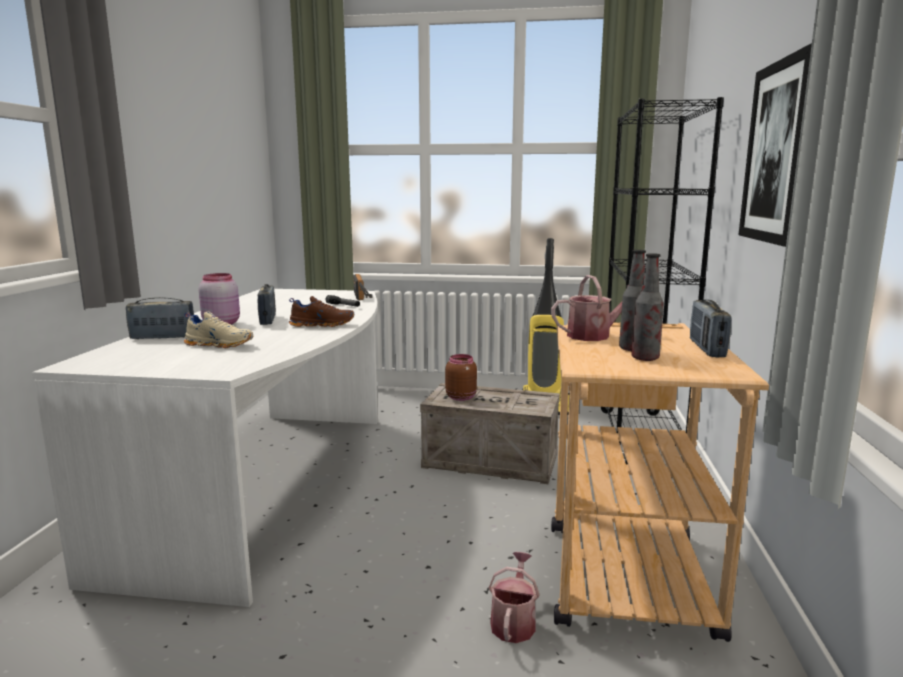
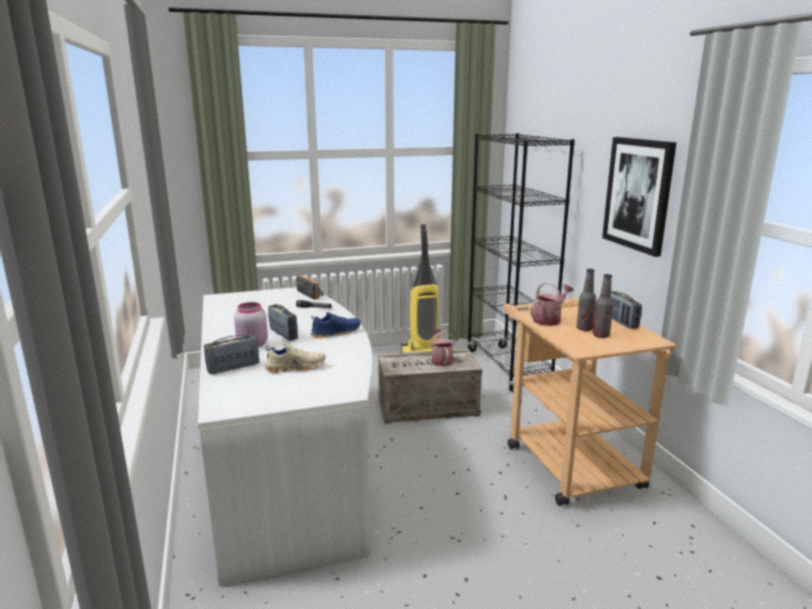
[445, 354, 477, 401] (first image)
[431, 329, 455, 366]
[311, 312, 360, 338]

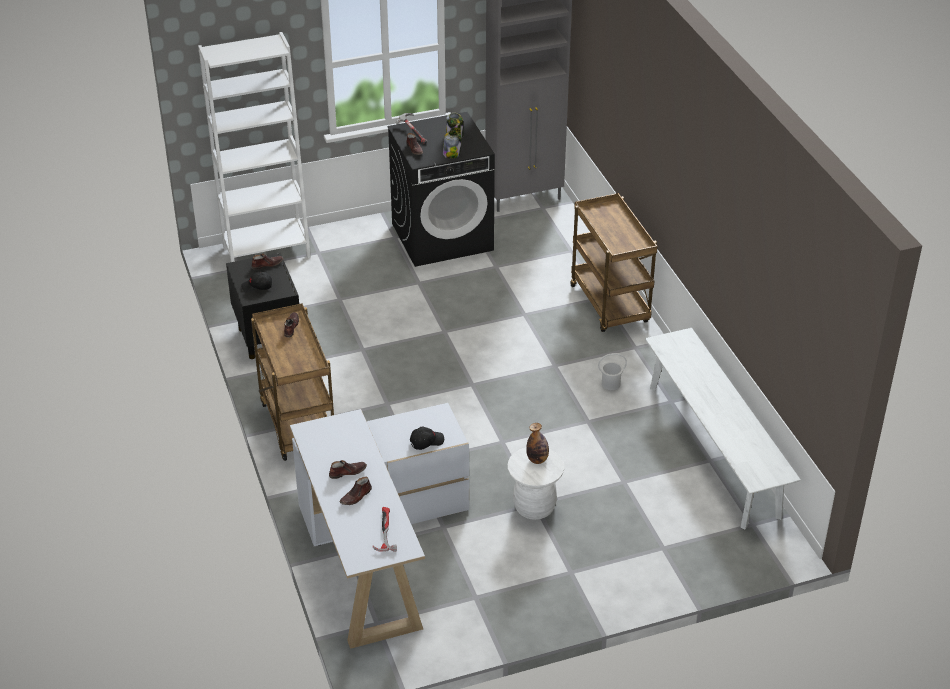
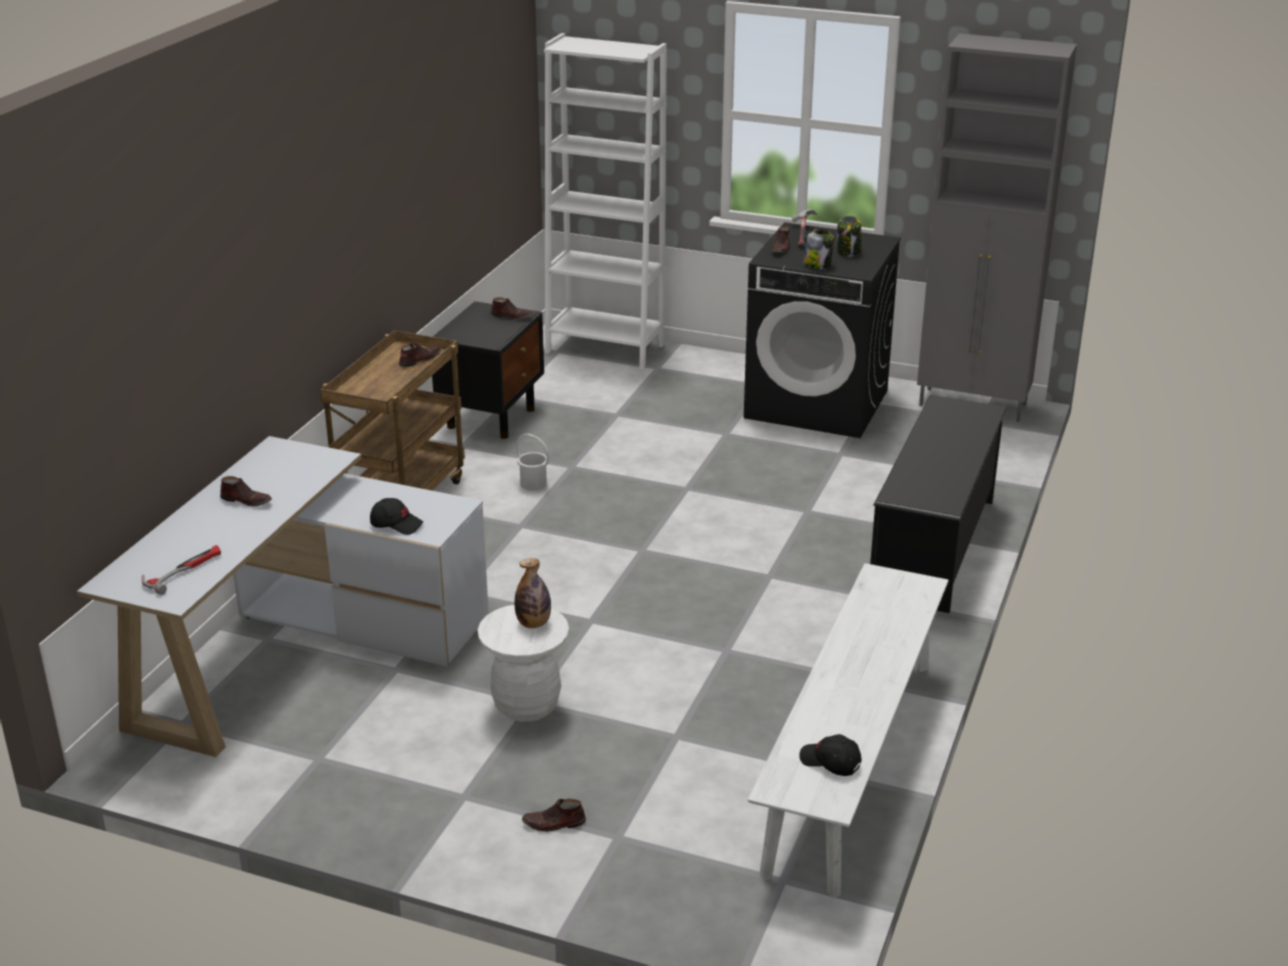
[799, 734, 861, 776]
[522, 798, 586, 832]
[516, 434, 549, 491]
[870, 395, 1007, 613]

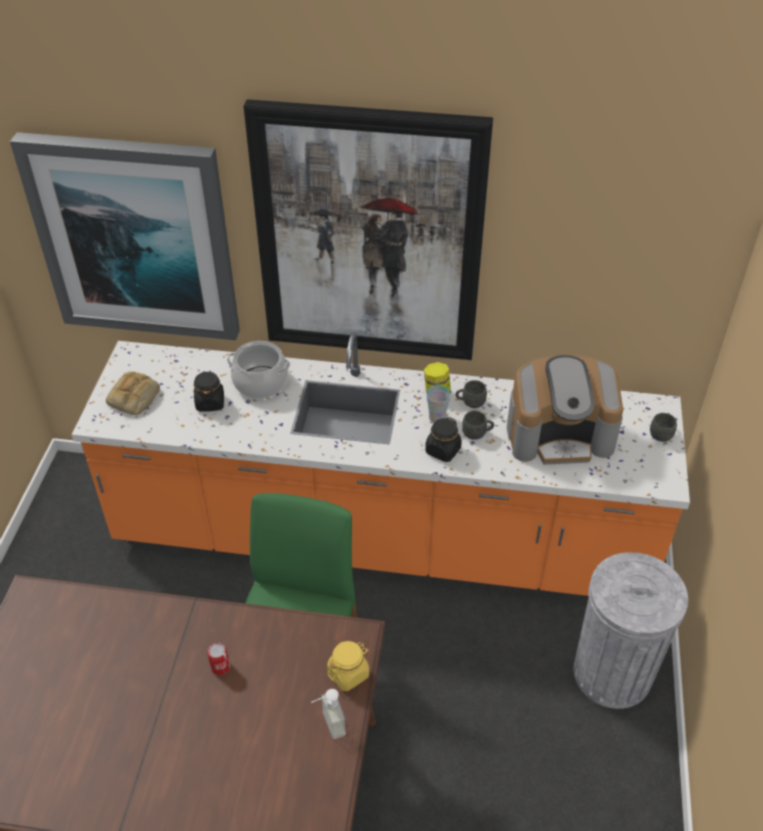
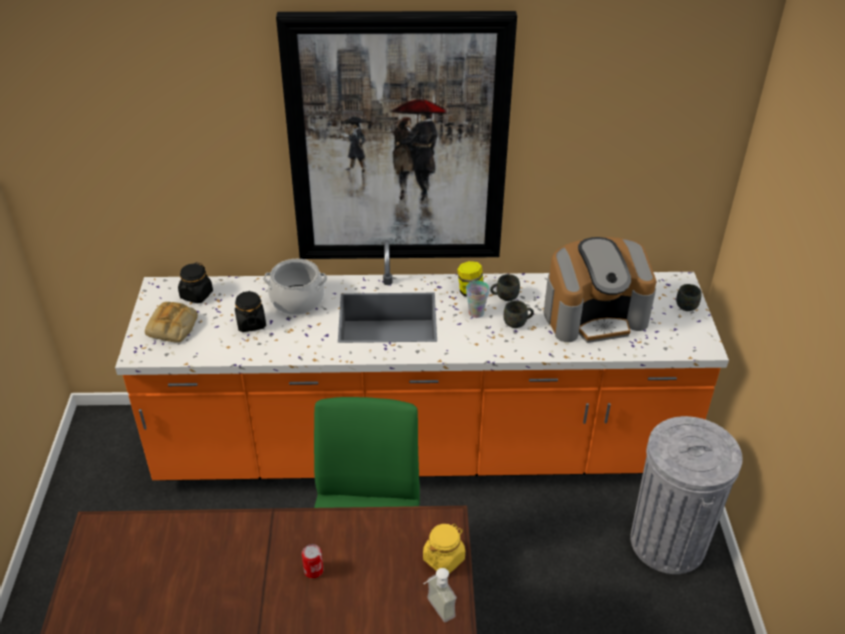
[10, 132, 240, 340] (first image)
[178, 262, 213, 303]

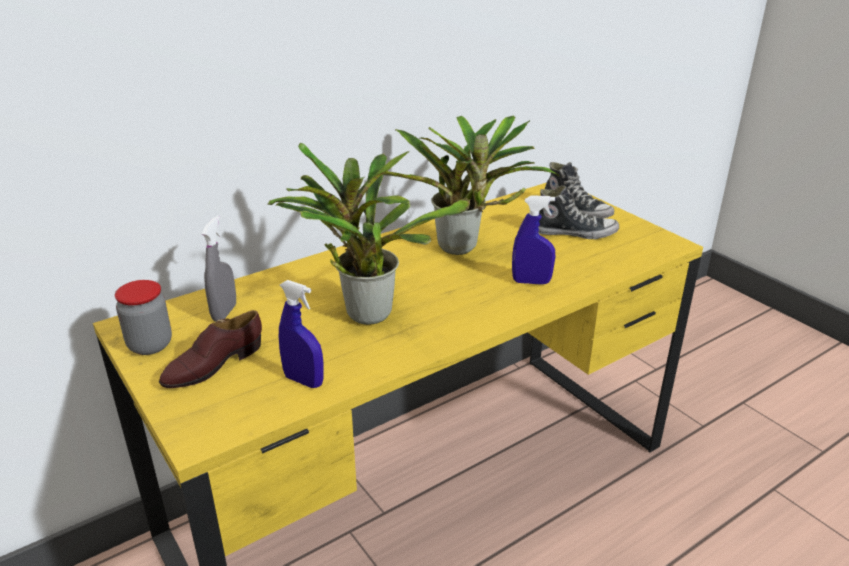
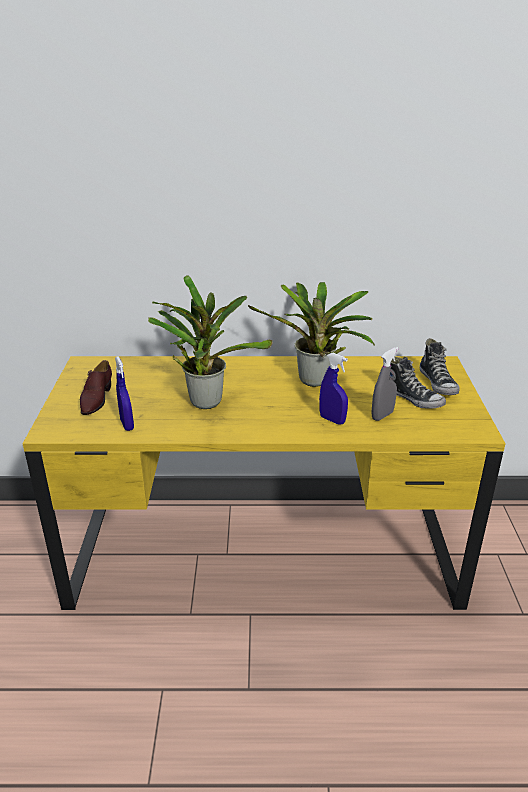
[115, 280, 172, 355] (first image)
[371, 347, 399, 421]
[80, 360, 112, 415]

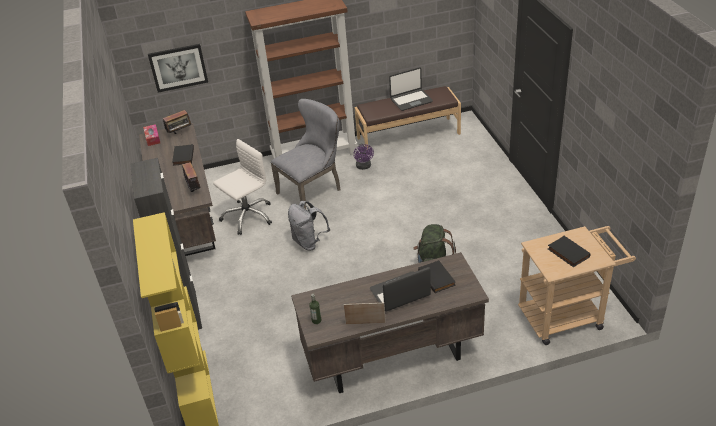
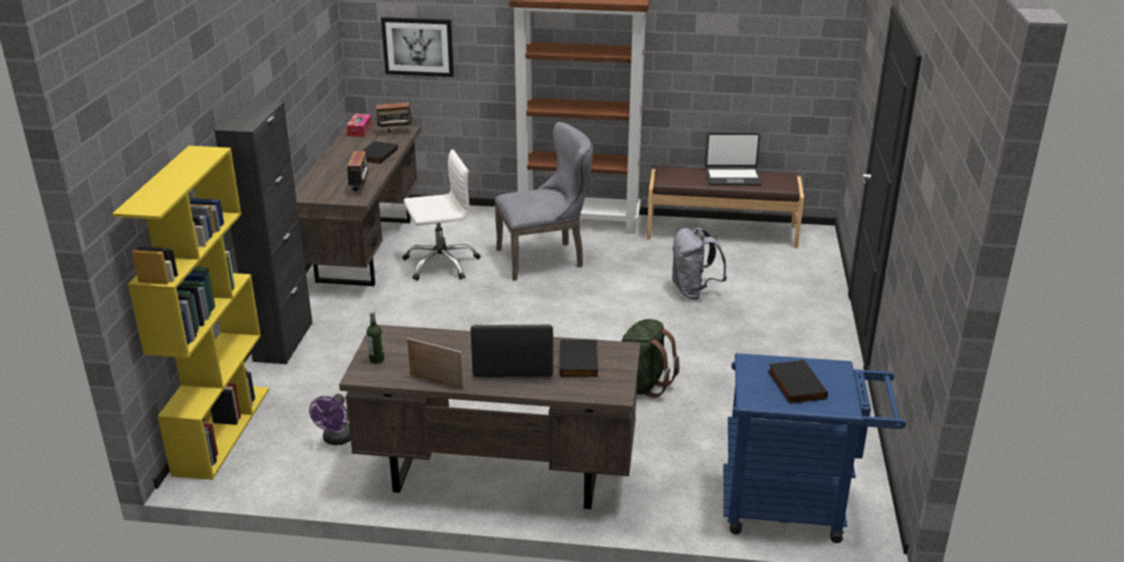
[672, 228, 727, 300]
[309, 394, 351, 445]
[723, 353, 906, 543]

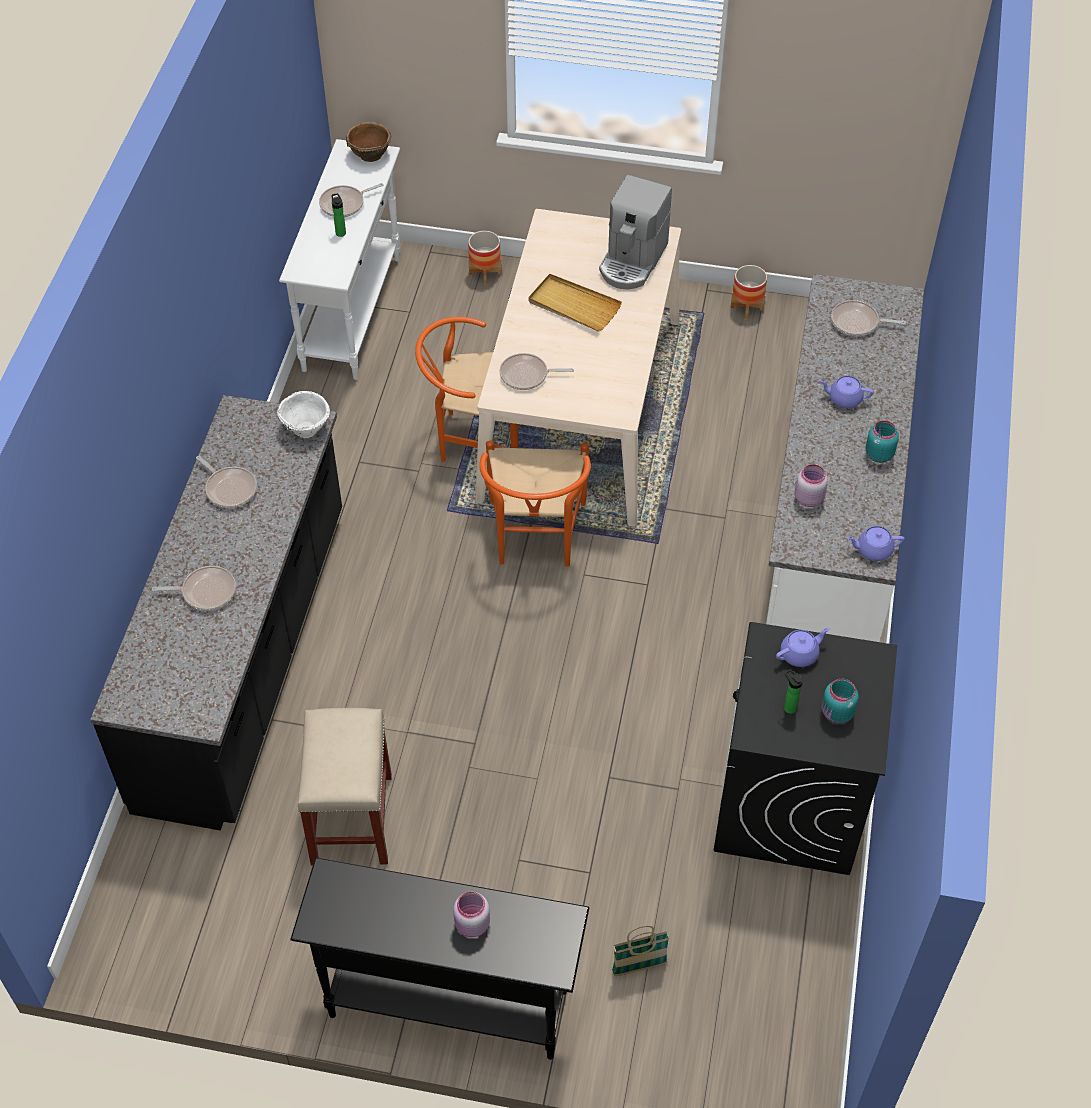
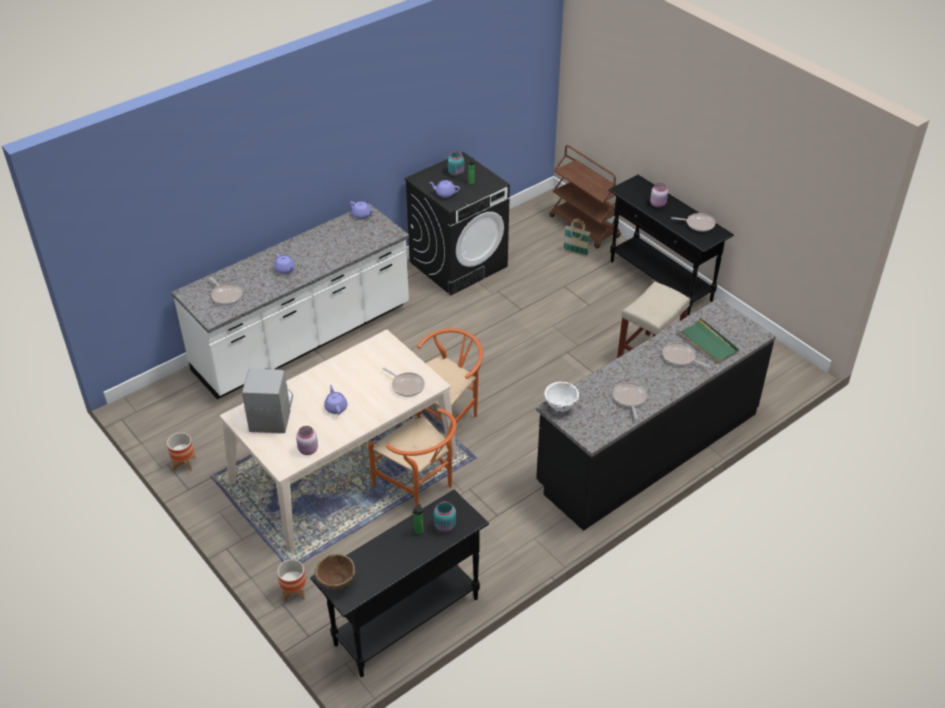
[550, 145, 621, 248]
[677, 317, 739, 364]
[671, 213, 715, 232]
[296, 426, 318, 455]
[434, 501, 456, 532]
[324, 385, 347, 414]
[310, 490, 489, 677]
[242, 368, 293, 433]

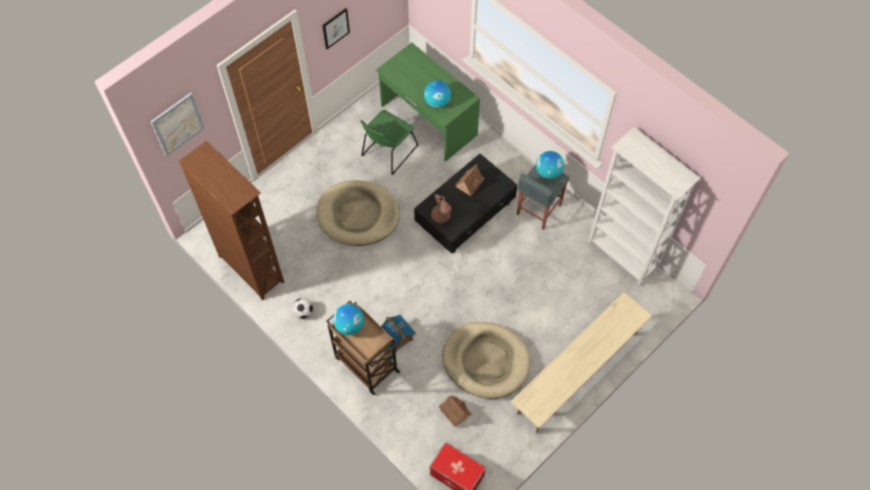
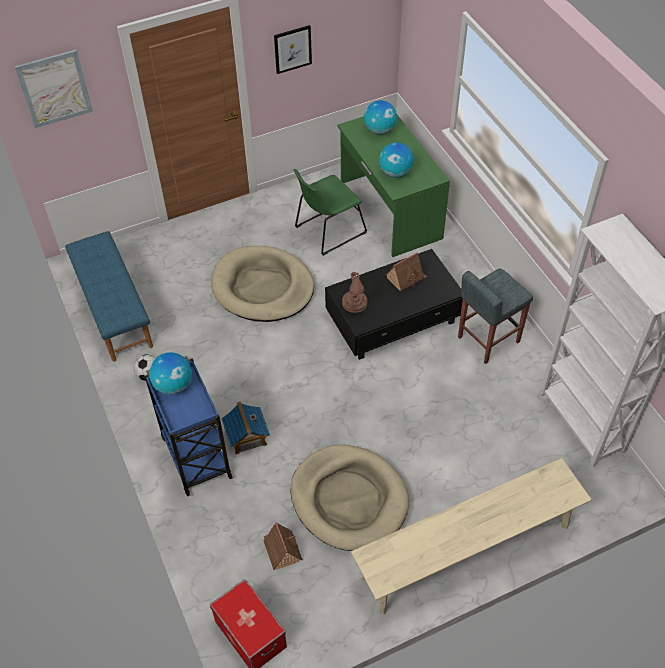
[364, 100, 397, 134]
[65, 231, 153, 361]
[145, 356, 233, 496]

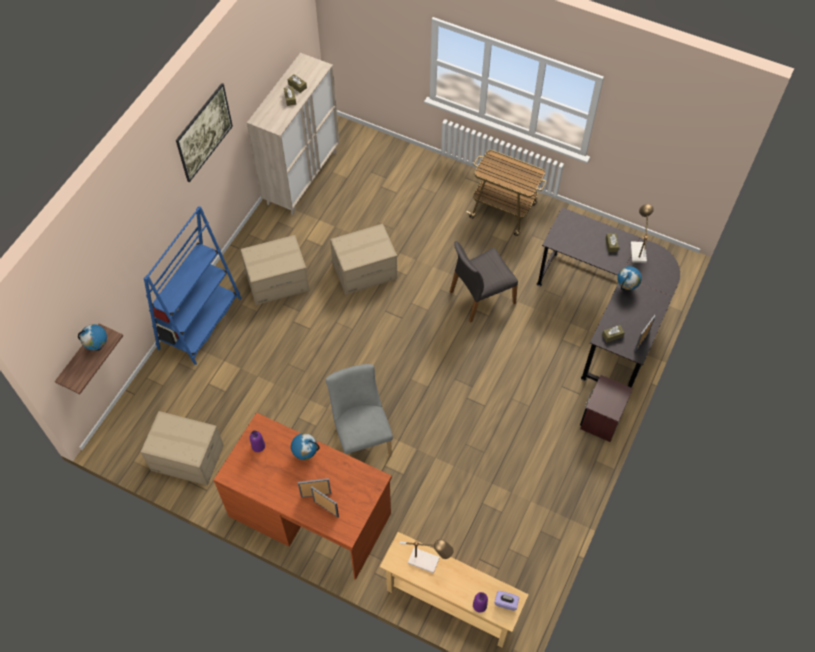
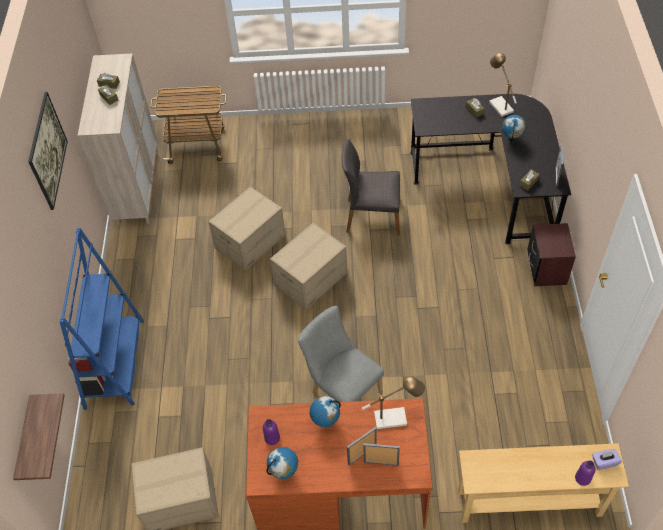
[266, 447, 298, 479]
[270, 223, 347, 310]
[362, 376, 425, 429]
[150, 86, 226, 164]
[341, 139, 400, 236]

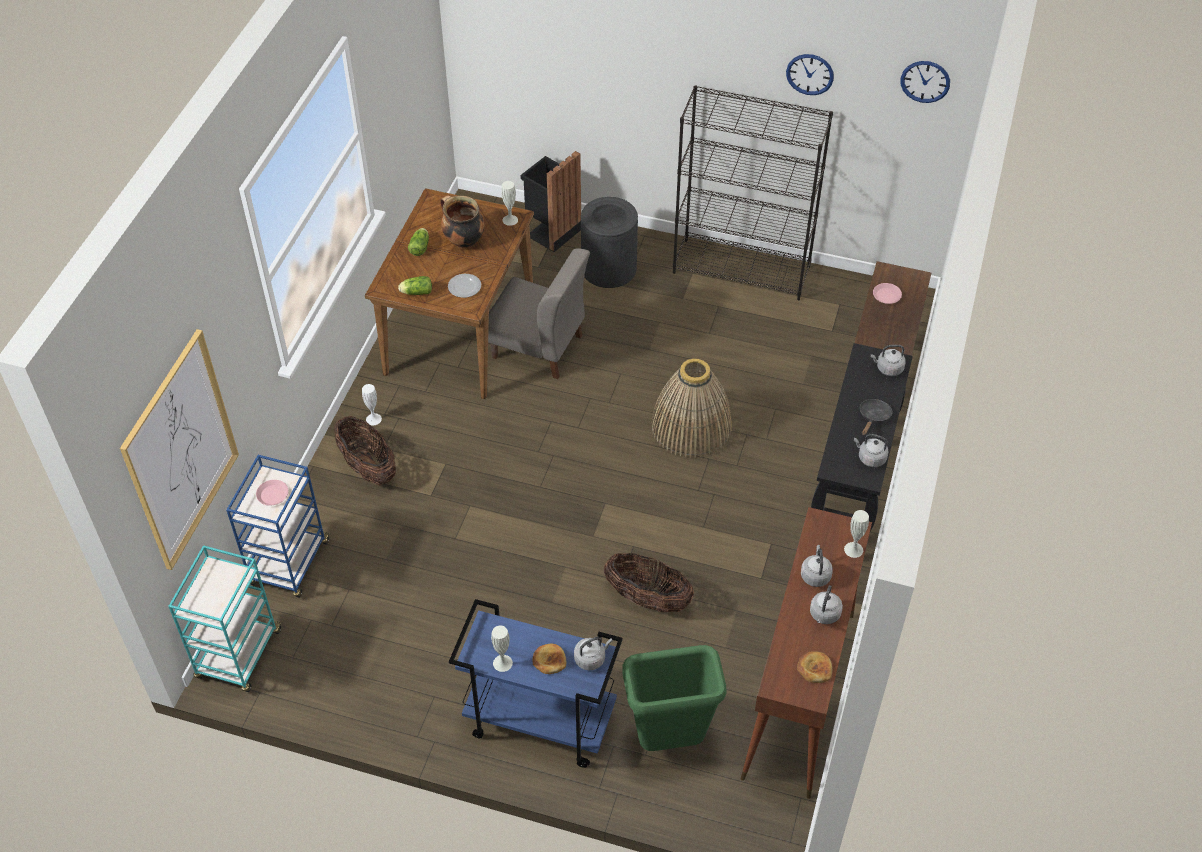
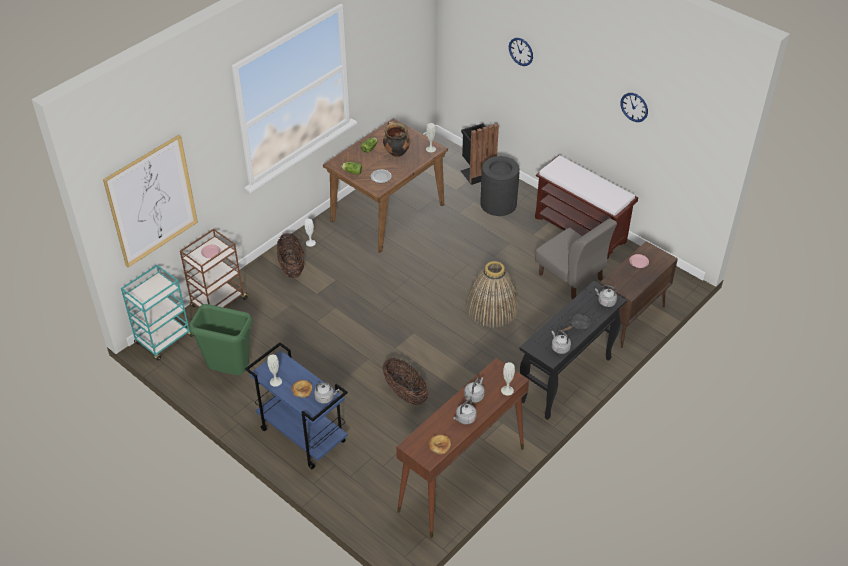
[535, 218, 617, 299]
[189, 304, 252, 375]
[509, 38, 533, 66]
[535, 155, 638, 259]
[180, 229, 248, 308]

